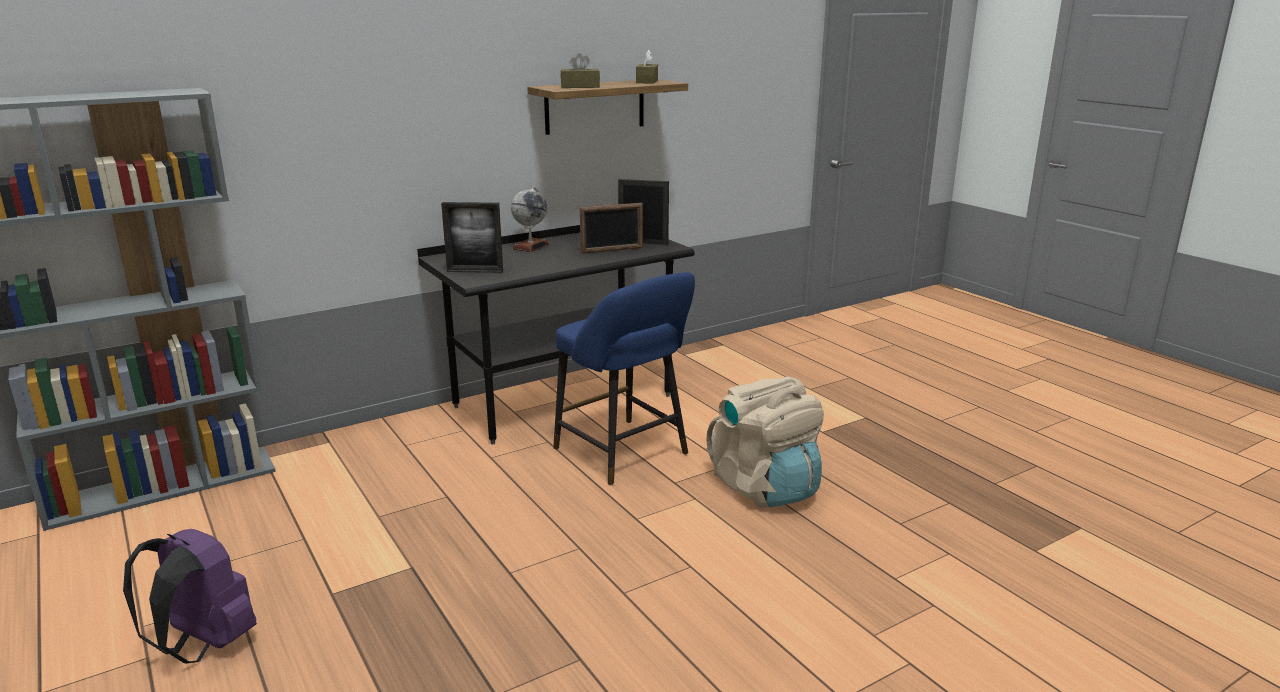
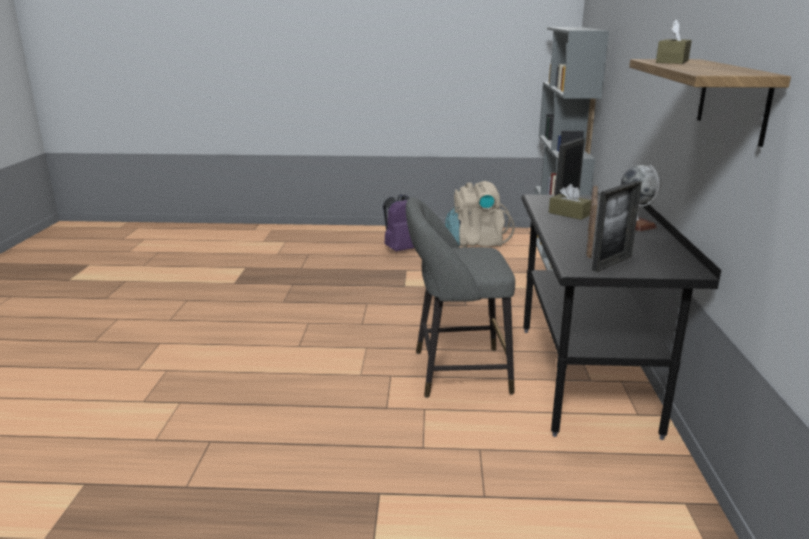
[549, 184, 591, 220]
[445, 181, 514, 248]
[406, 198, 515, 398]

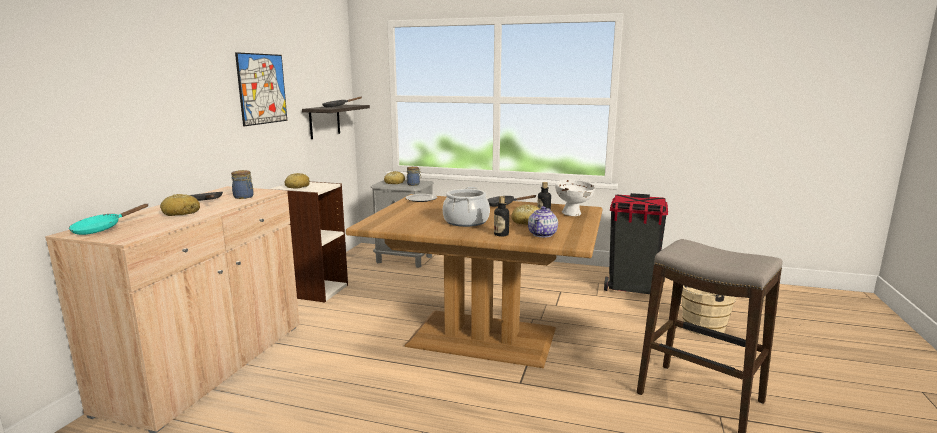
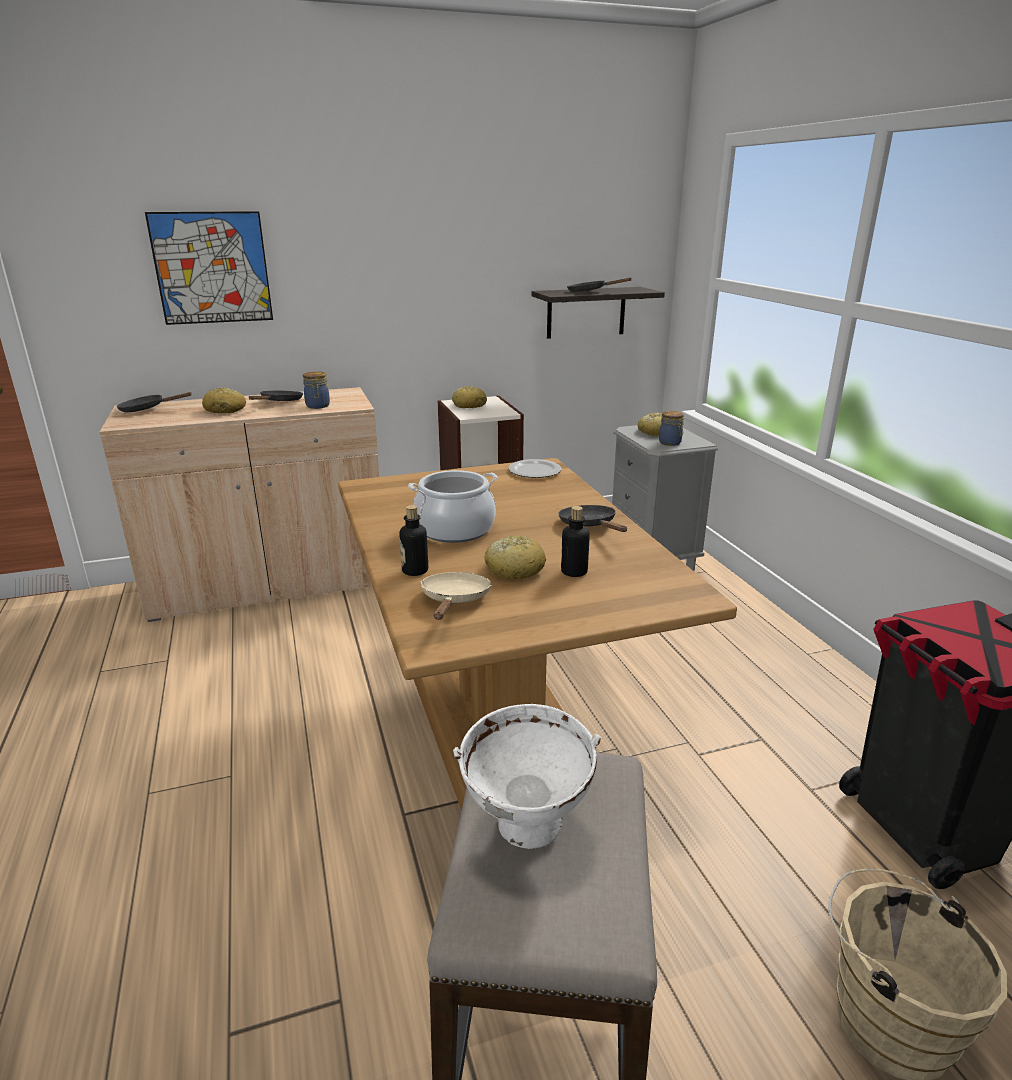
[145, 211, 273, 325]
[453, 704, 601, 849]
[420, 572, 492, 620]
[117, 392, 192, 412]

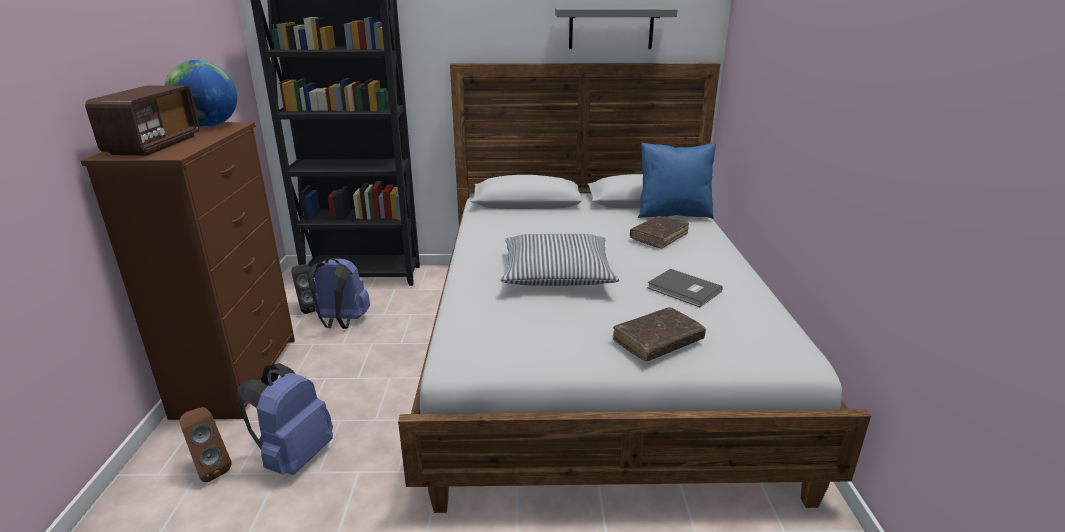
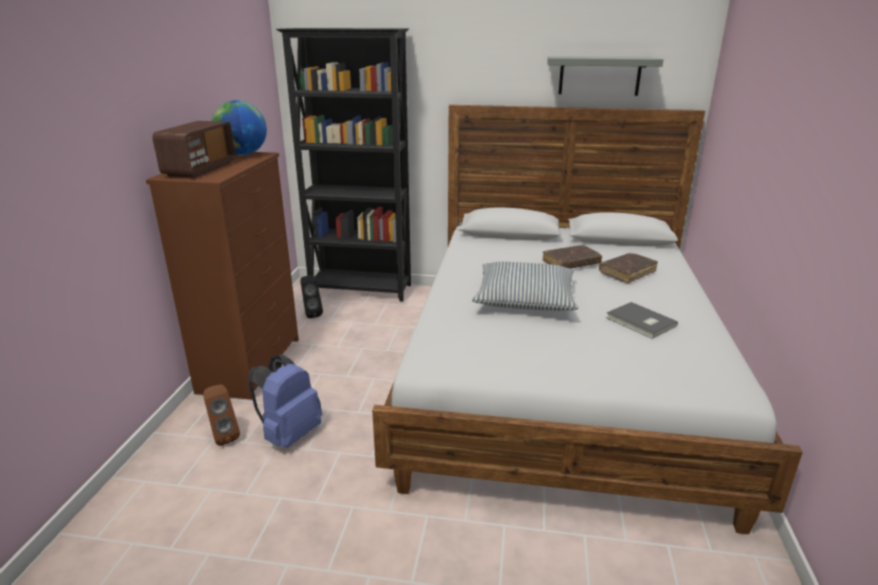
[308, 258, 370, 329] (first image)
[638, 143, 716, 219] (first image)
[543, 245, 602, 269]

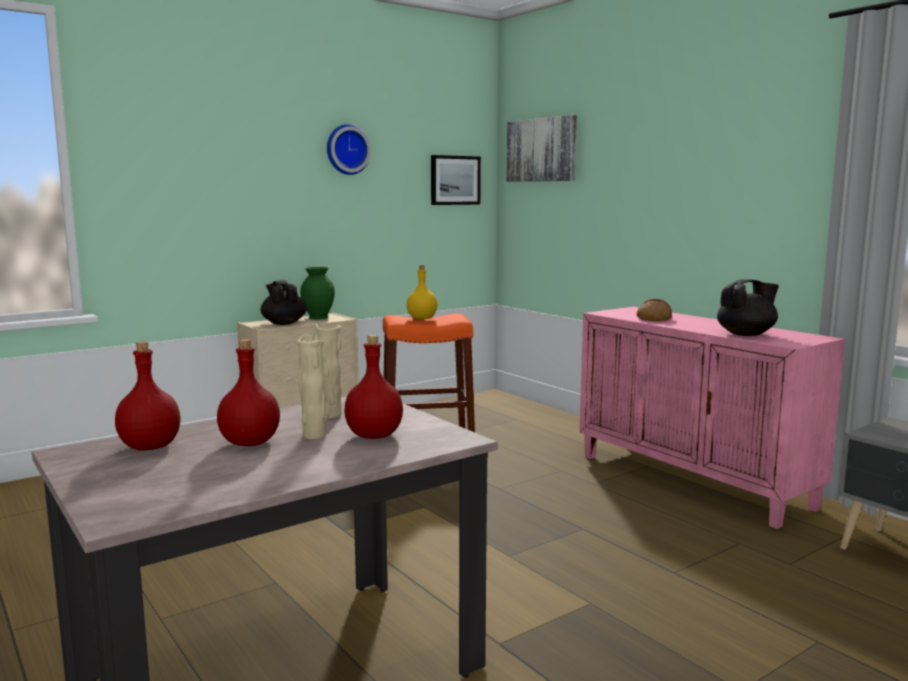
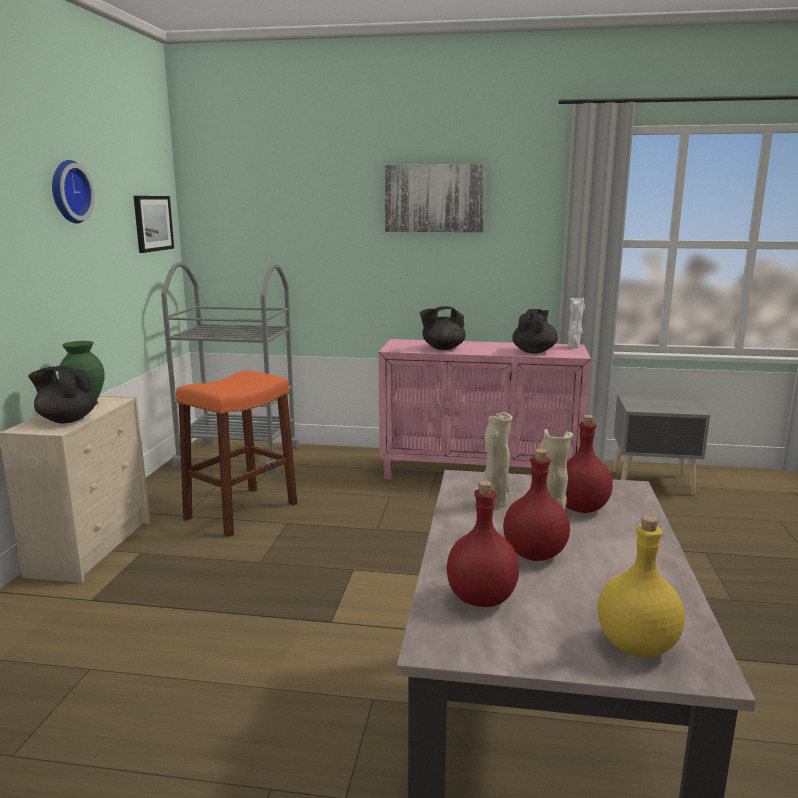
[161, 262, 299, 474]
[568, 298, 585, 348]
[598, 515, 685, 657]
[385, 164, 486, 232]
[420, 306, 466, 350]

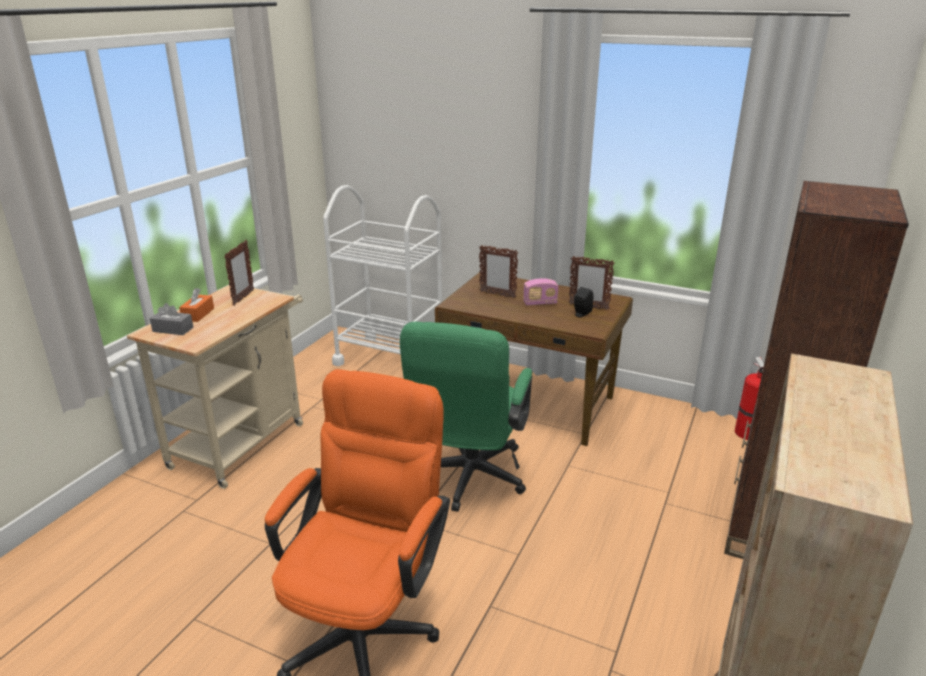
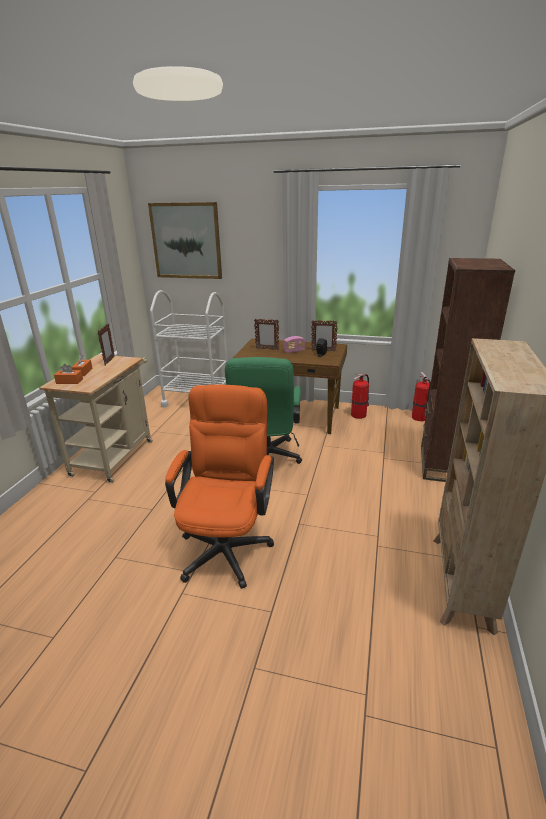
[148, 202, 222, 279]
[351, 374, 369, 419]
[54, 364, 83, 384]

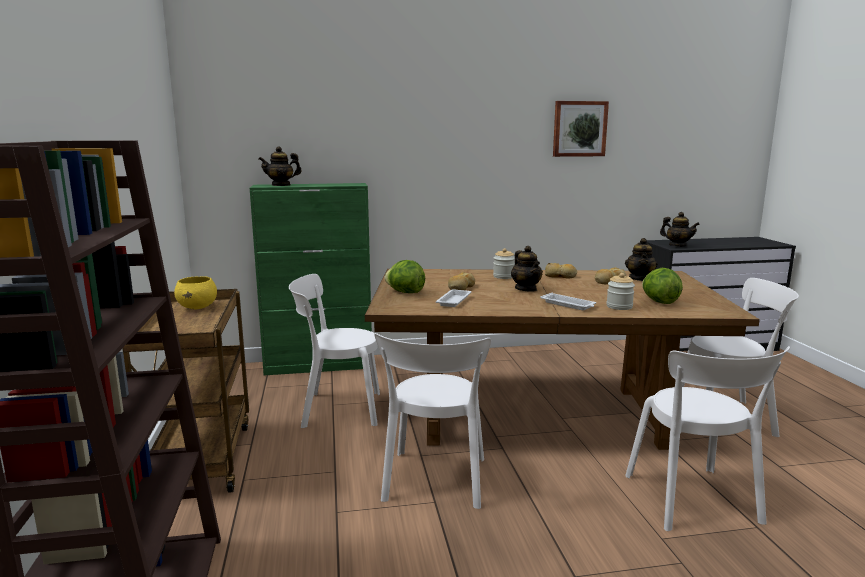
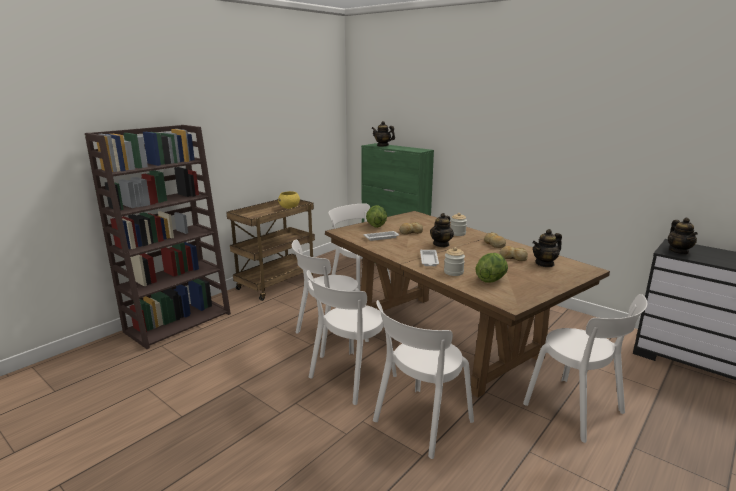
[553, 101, 609, 157] (first image)
[307, 270, 397, 405]

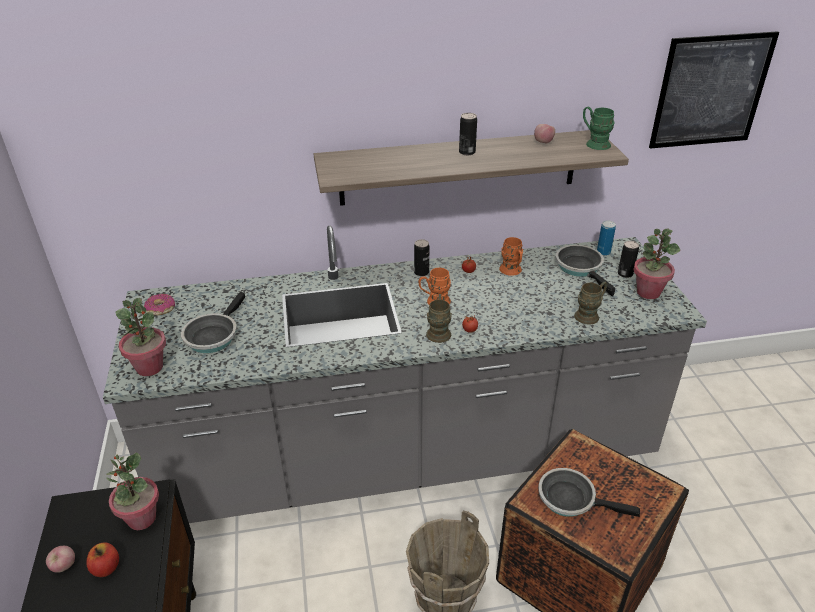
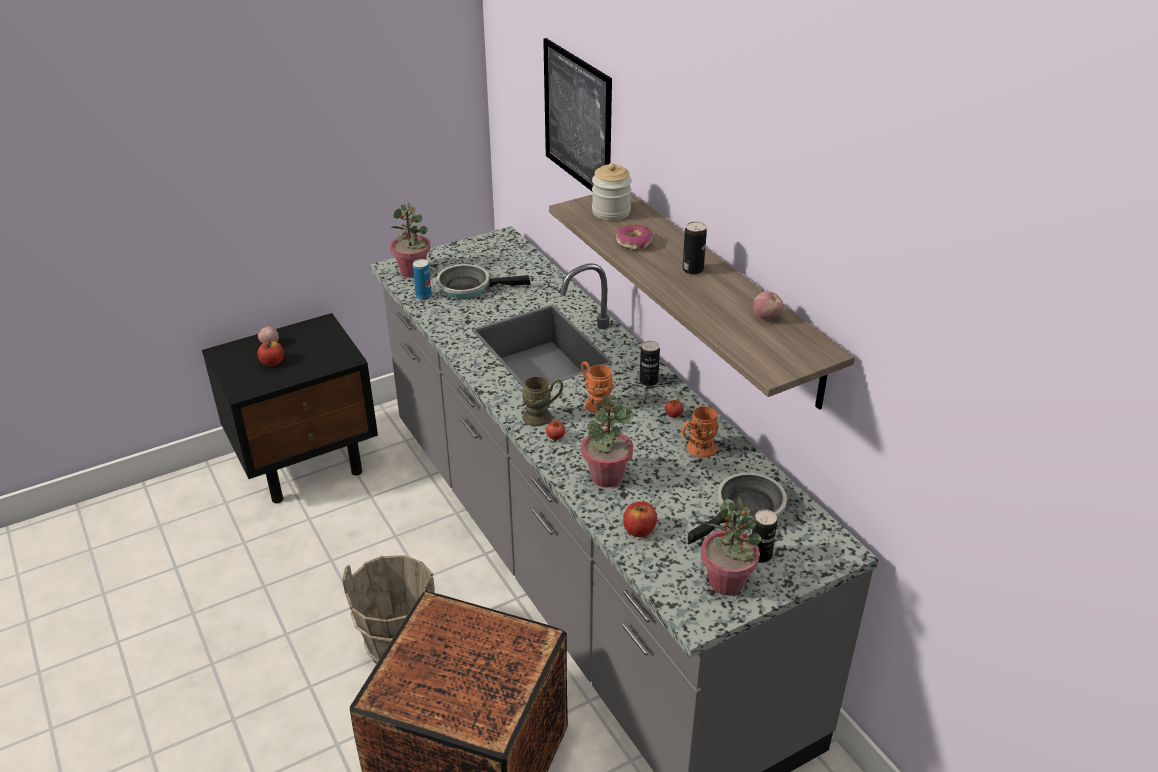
[538, 468, 640, 517] (first image)
[583, 106, 615, 150] (first image)
[592, 163, 632, 220]
[581, 395, 634, 487]
[616, 224, 653, 251]
[413, 259, 432, 300]
[543, 38, 612, 192]
[623, 501, 657, 537]

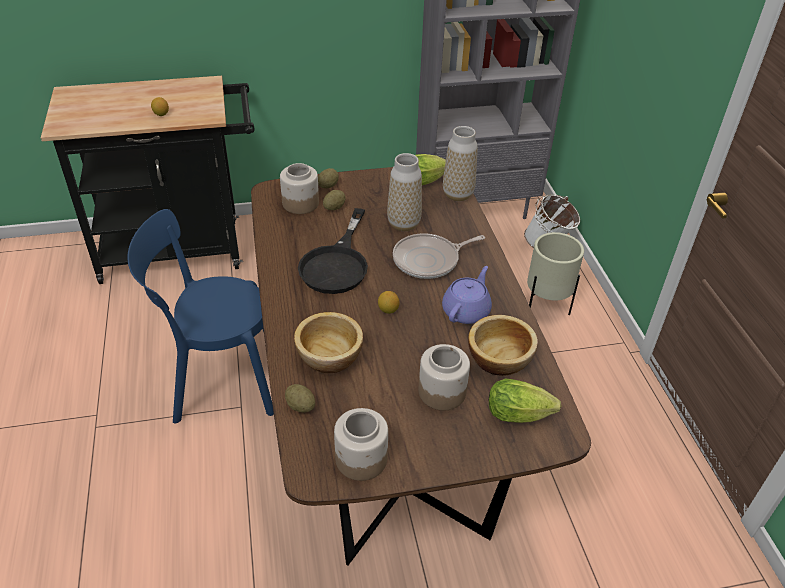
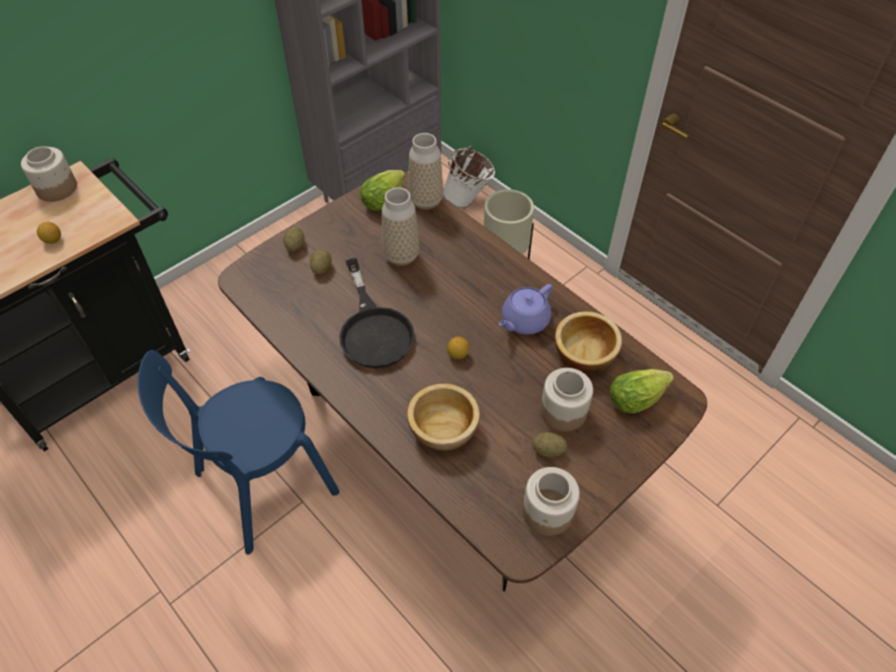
[393, 233, 485, 279] (first image)
[21, 146, 77, 202]
[532, 432, 567, 458]
[499, 284, 553, 335]

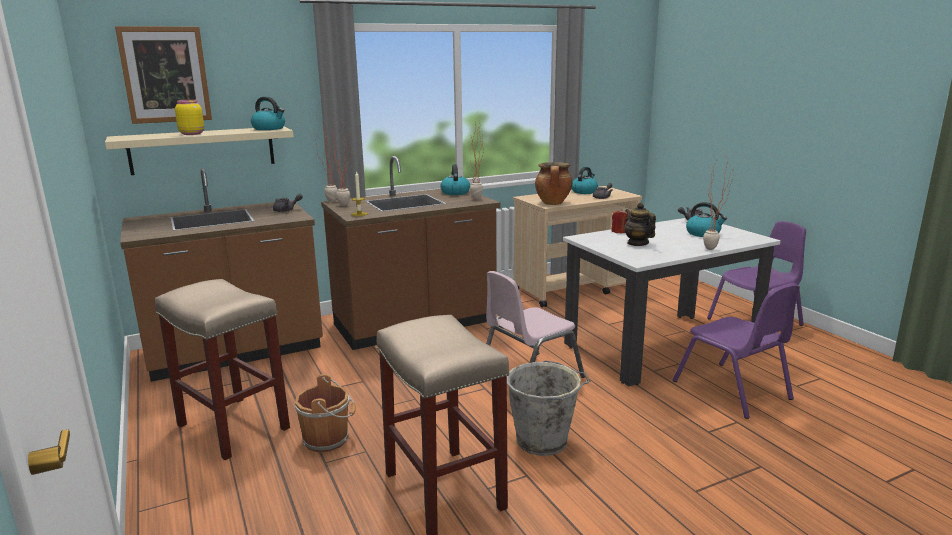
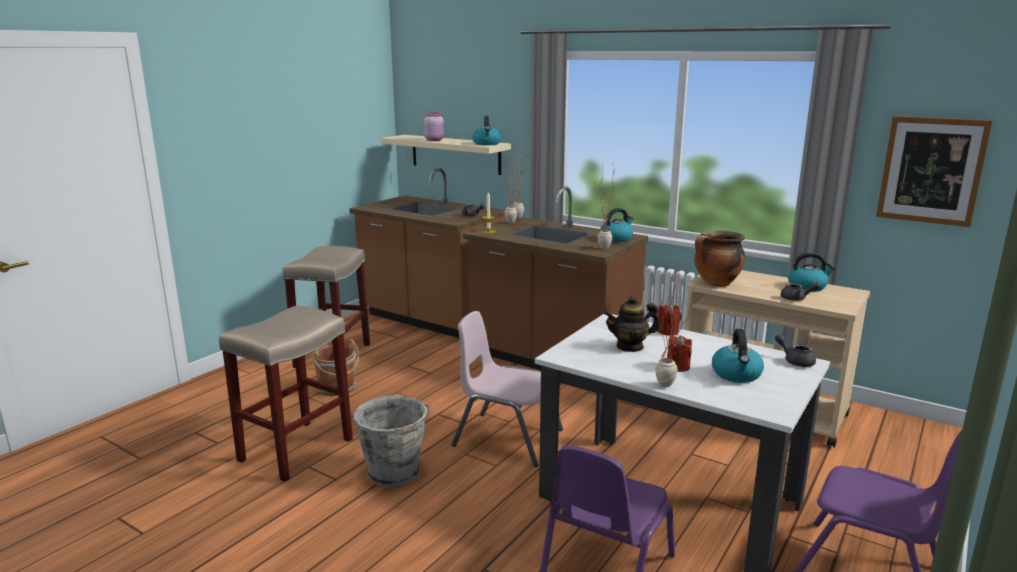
[667, 335, 692, 372]
[876, 116, 993, 227]
[424, 113, 444, 141]
[603, 295, 660, 352]

